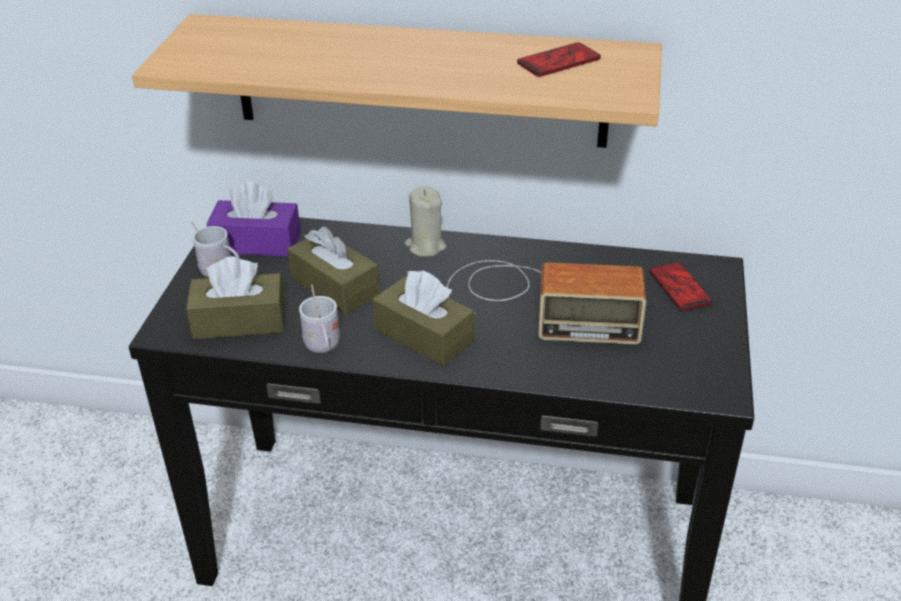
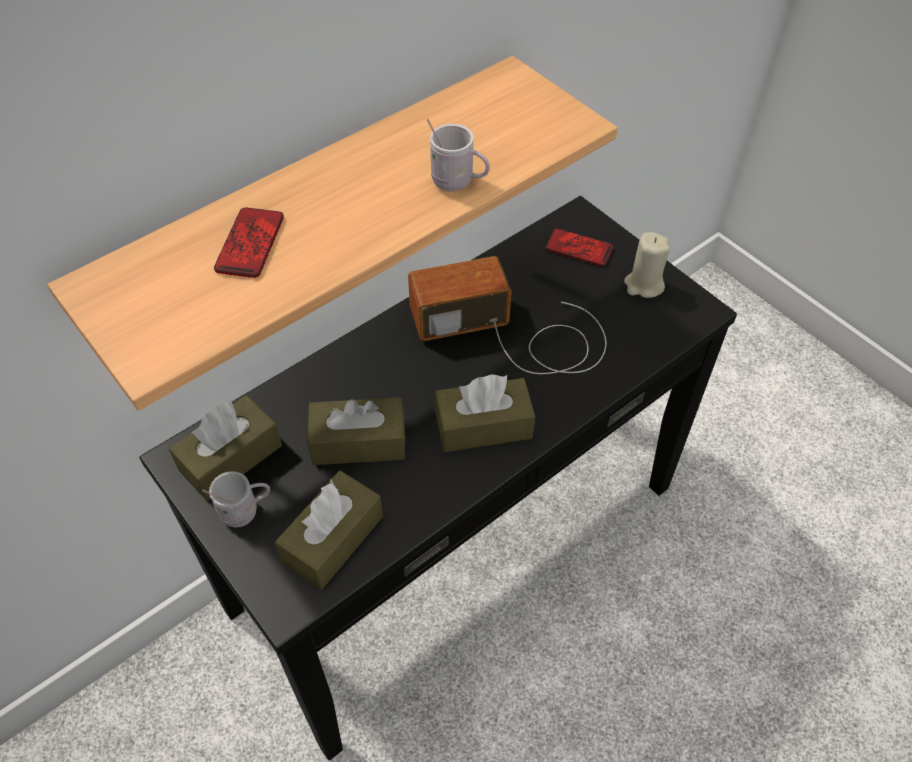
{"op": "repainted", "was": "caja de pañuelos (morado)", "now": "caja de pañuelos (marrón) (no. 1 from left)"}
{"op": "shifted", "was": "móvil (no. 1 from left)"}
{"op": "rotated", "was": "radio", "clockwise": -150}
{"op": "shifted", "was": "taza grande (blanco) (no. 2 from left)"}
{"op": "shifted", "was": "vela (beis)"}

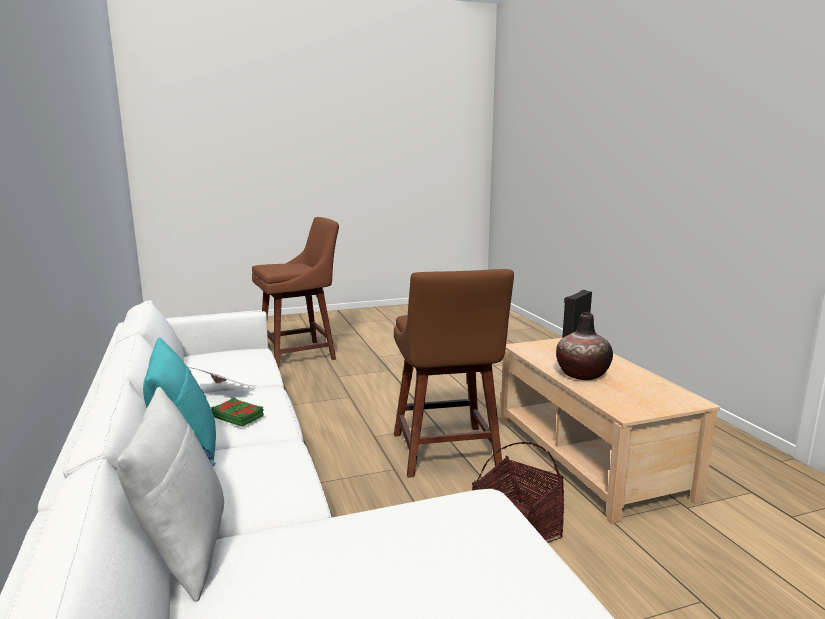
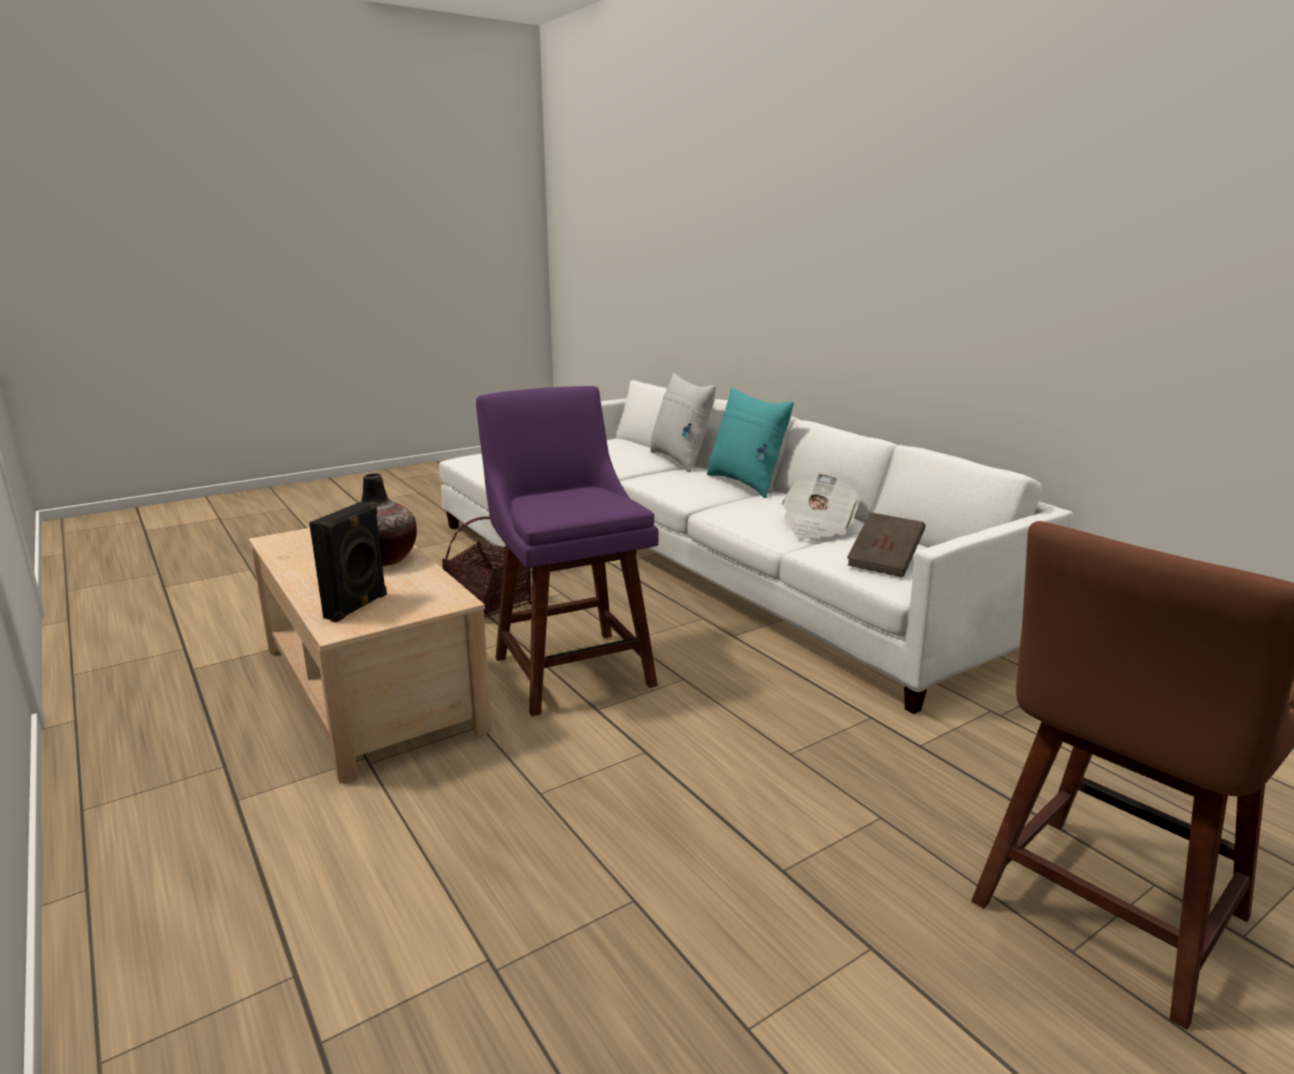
{"op": "repainted", "was": "taburete (marrón) (no. 2 from left)", "now": "taburete (morado)"}
{"op": "new", "now": "libro (marrón)"}
{"op": "gone", "was": "libro (verde)"}

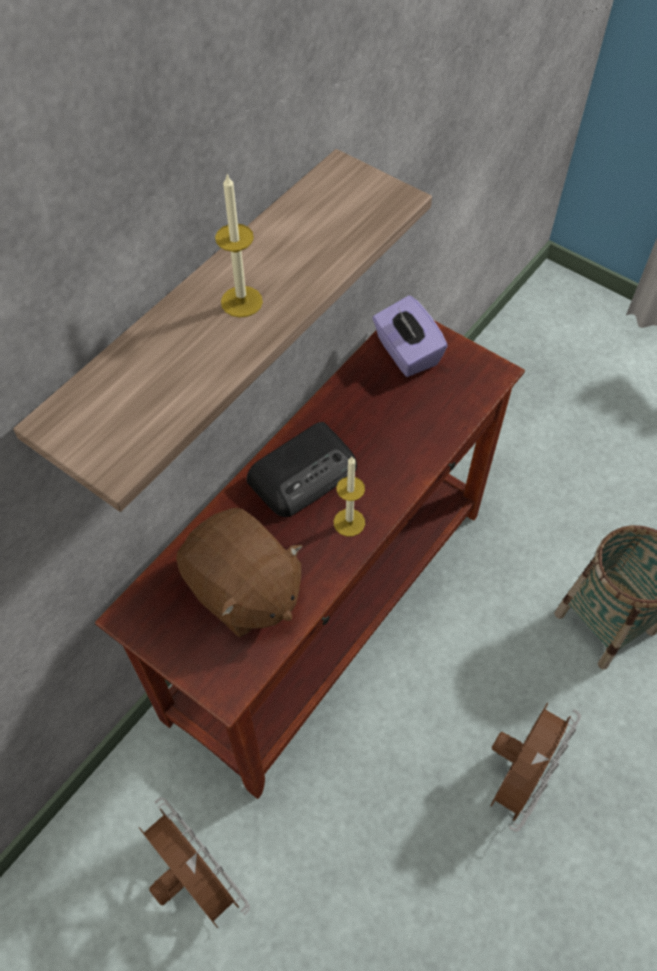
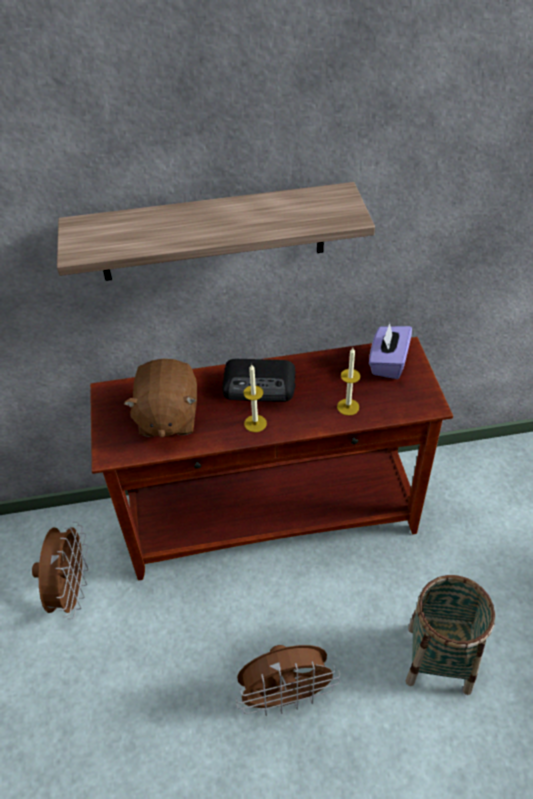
{"op": "shifted", "was": "vela (no. 1 from left in the first image)", "now": "vela (no. 2 from left)"}

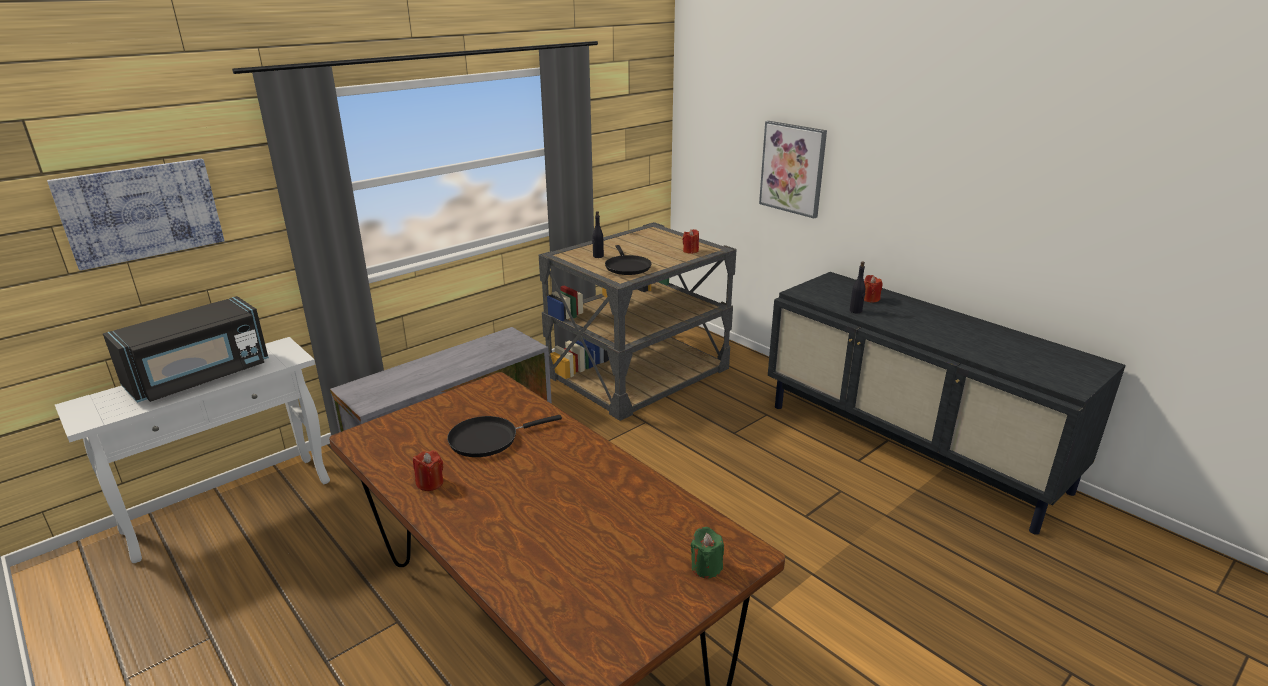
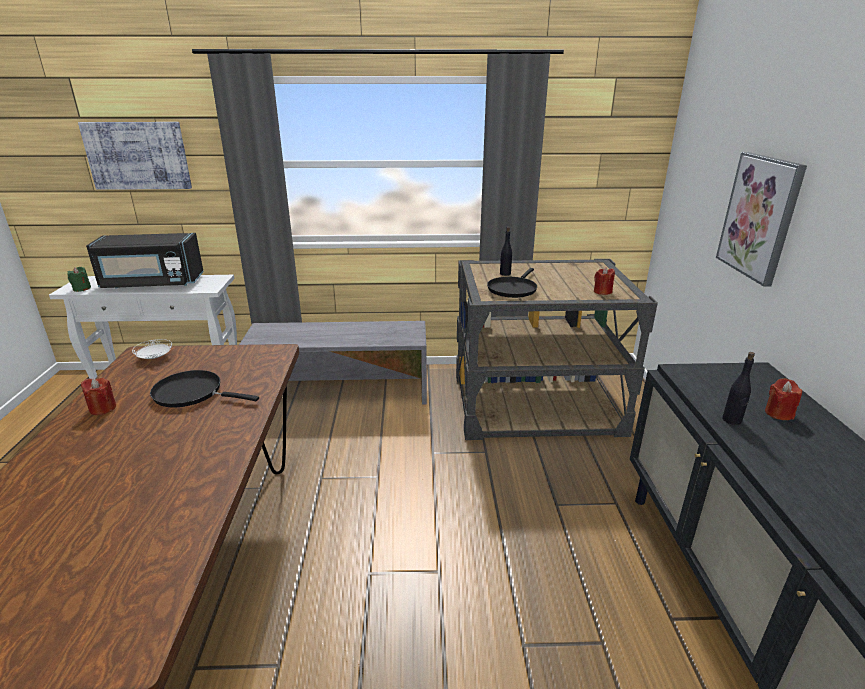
{"op": "shifted", "was": "vela (verde)"}
{"op": "new", "now": "plato (blanco)"}

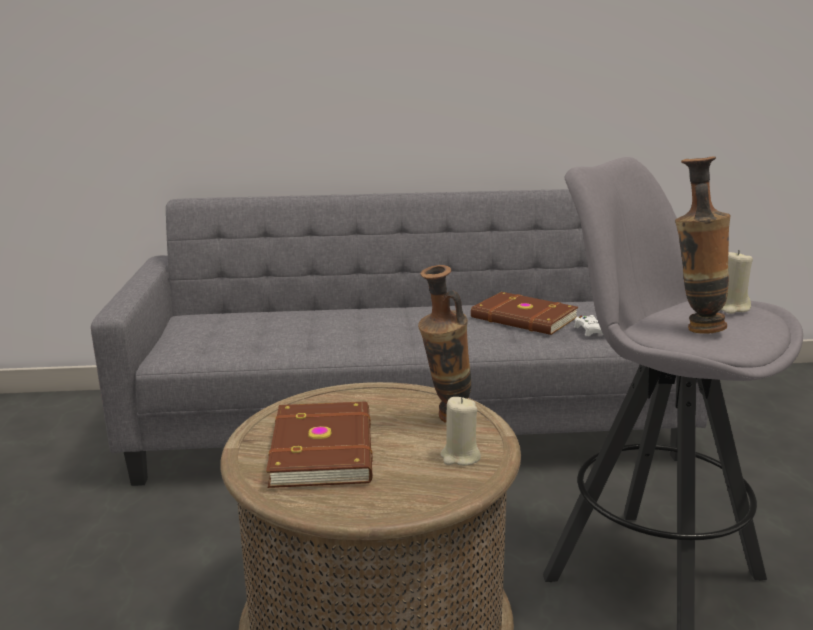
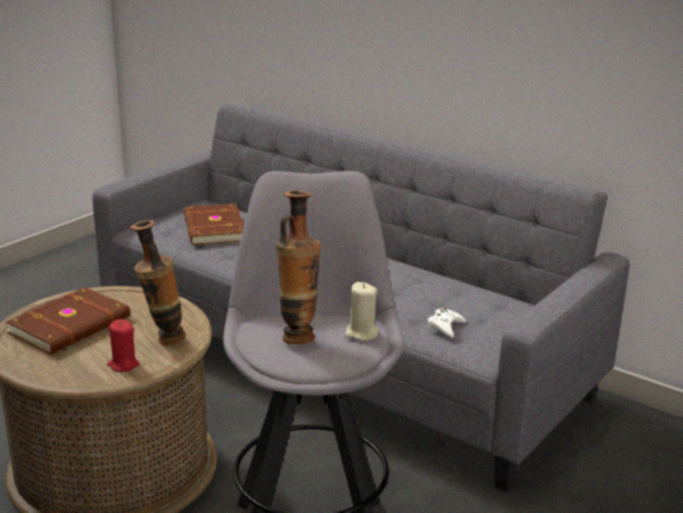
{"op": "repainted", "was": "vela (beis) (no. 1 from left)", "now": "vela (rojo)"}
{"op": "shifted", "was": "libro (marrón) (no. 2 from left)"}

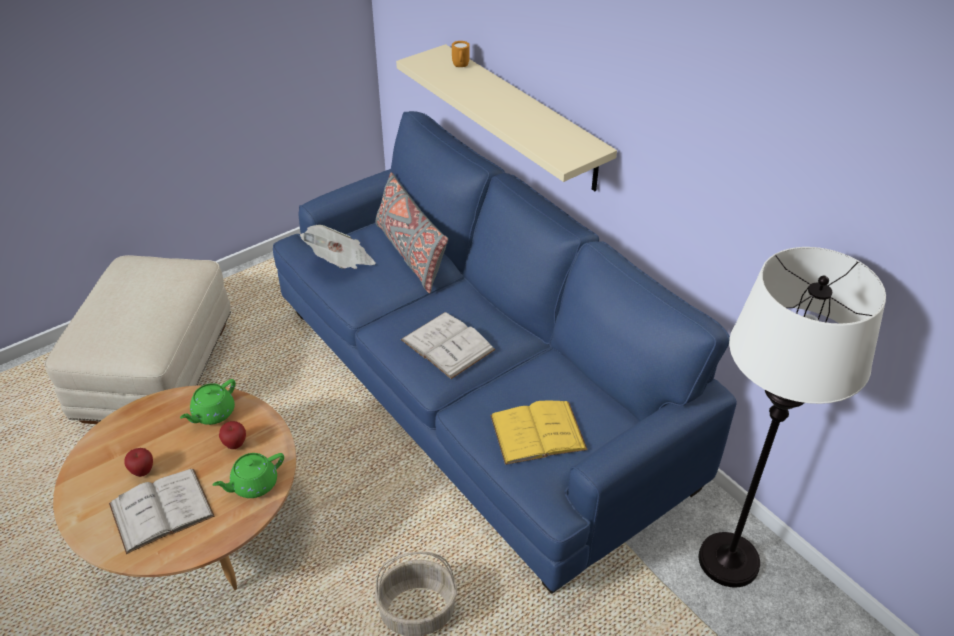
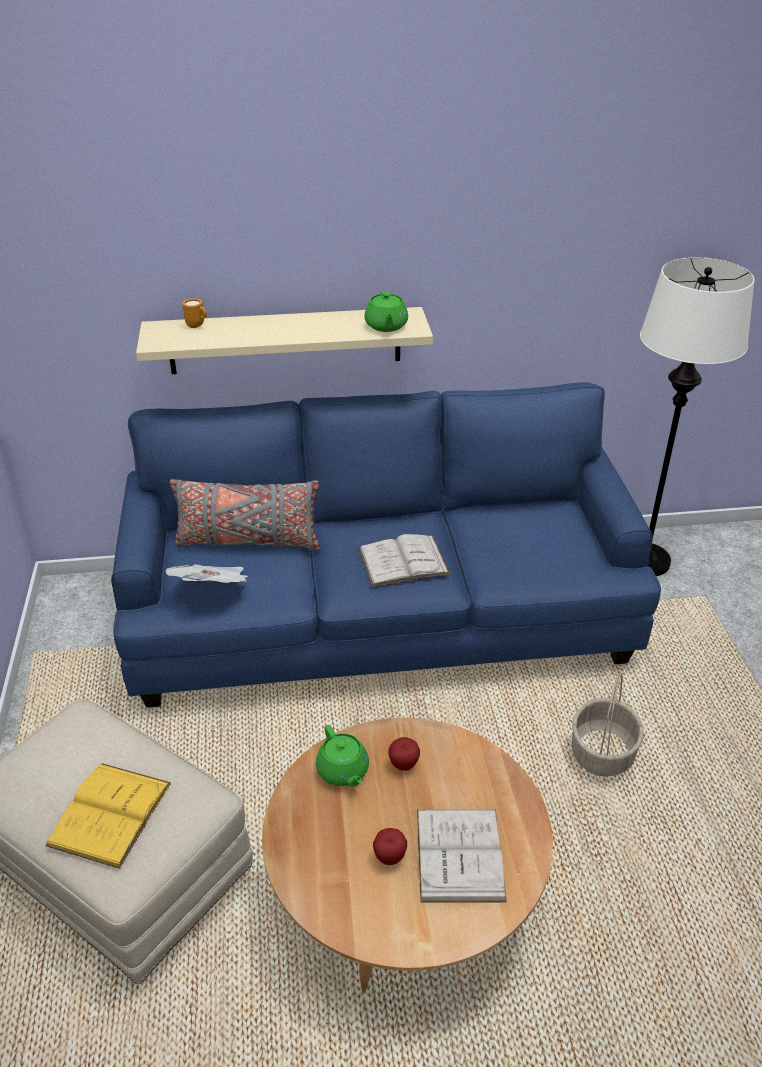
{"op": "shifted", "was": "libro (amarillo)"}
{"op": "shifted", "was": "tetera (verde) (no. 2 from left)"}

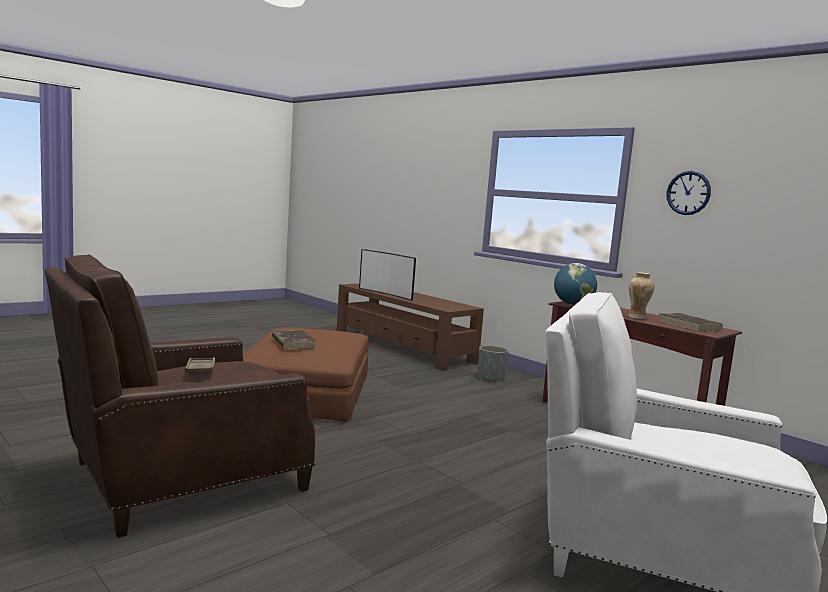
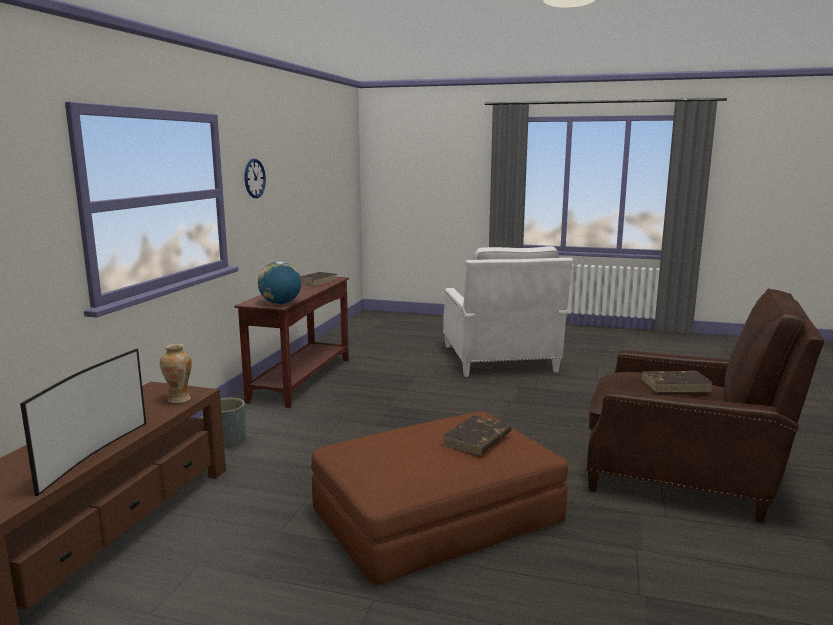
{"op": "shifted", "was": "florero"}
{"op": "swapped", "was": "bandeja (marrón)", "now": "libro (marrón) (no. 3 from left)"}

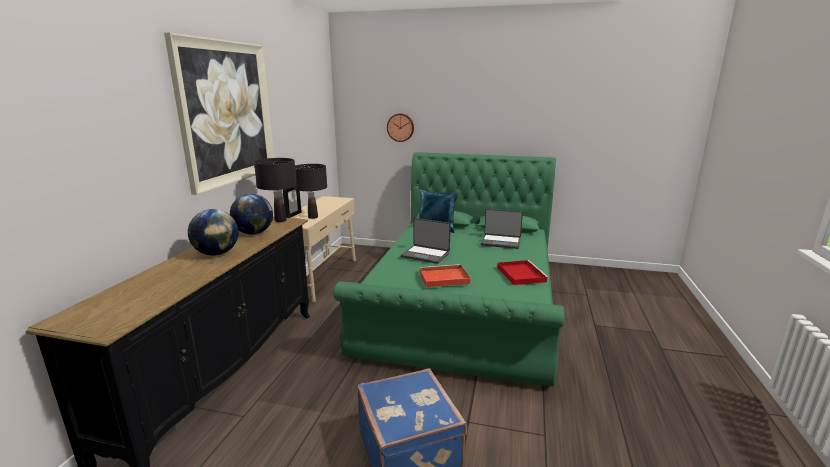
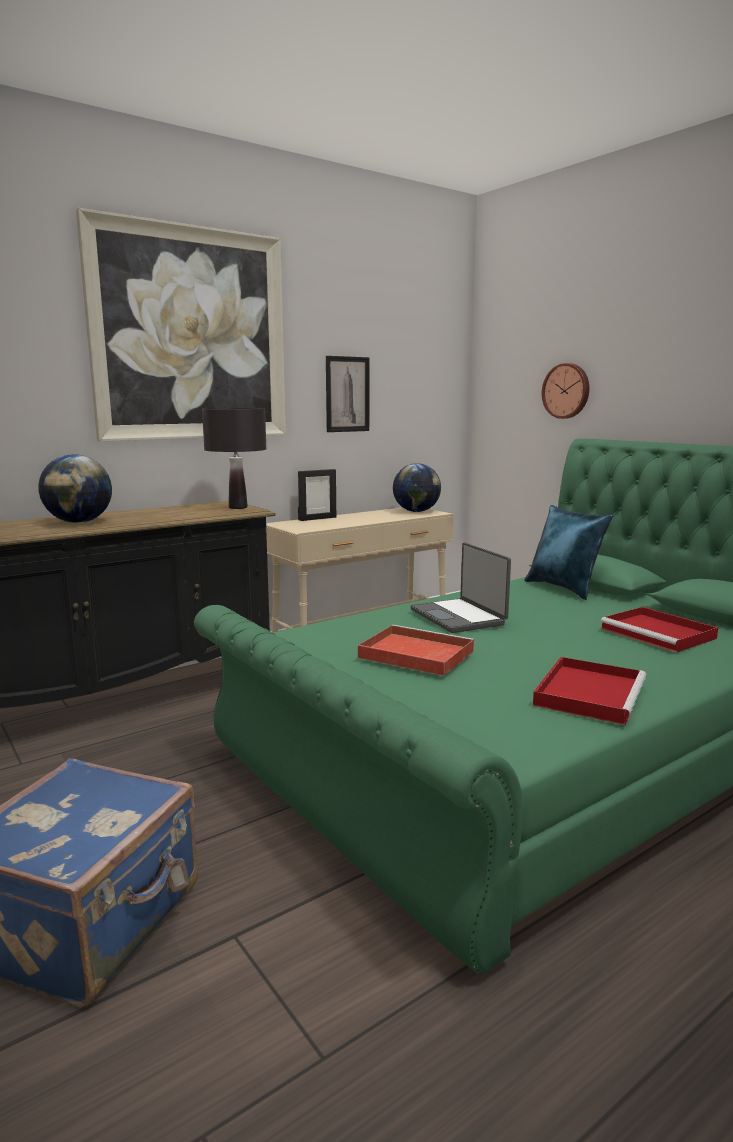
{"op": "new", "now": "cuadro (no. 2 from left)"}
{"op": "shifted", "was": "globo terráqueo (no. 2 from left)"}
{"op": "swapped", "was": "portátil (no. 2 from left)", "now": "bandeja (rojo) (no. 3 from left)"}
{"op": "gone", "was": "lámpara de mesa (negro) (no. 2 from left)"}

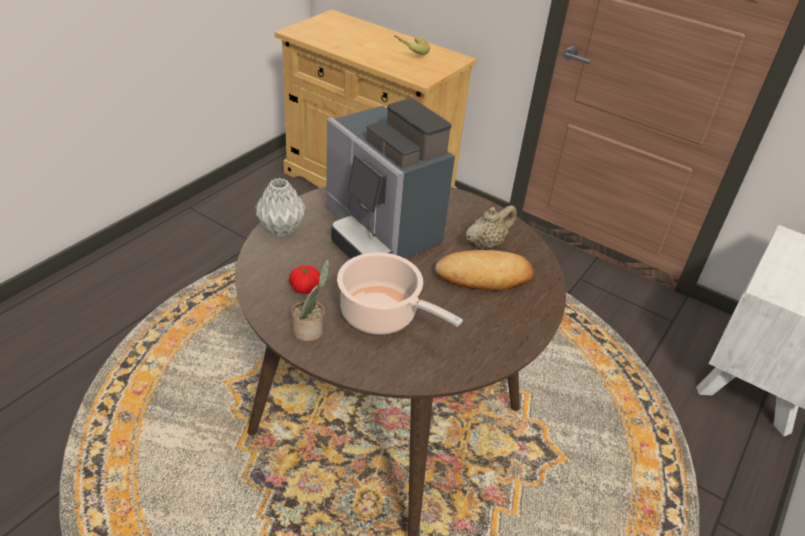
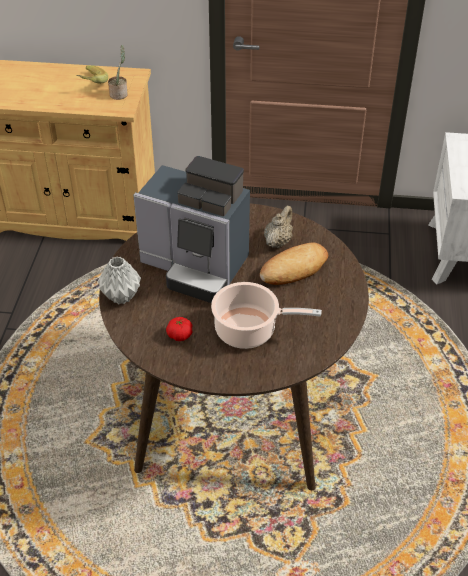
{"op": "shifted", "was": "planta en maceta"}

